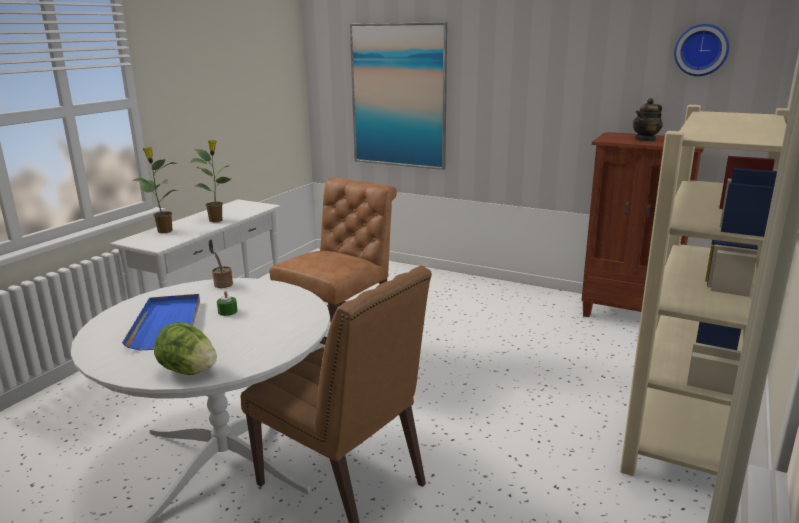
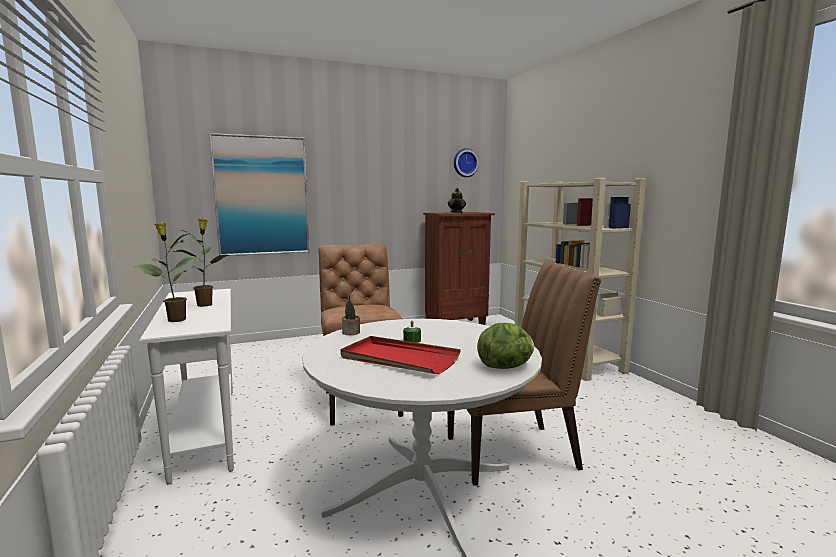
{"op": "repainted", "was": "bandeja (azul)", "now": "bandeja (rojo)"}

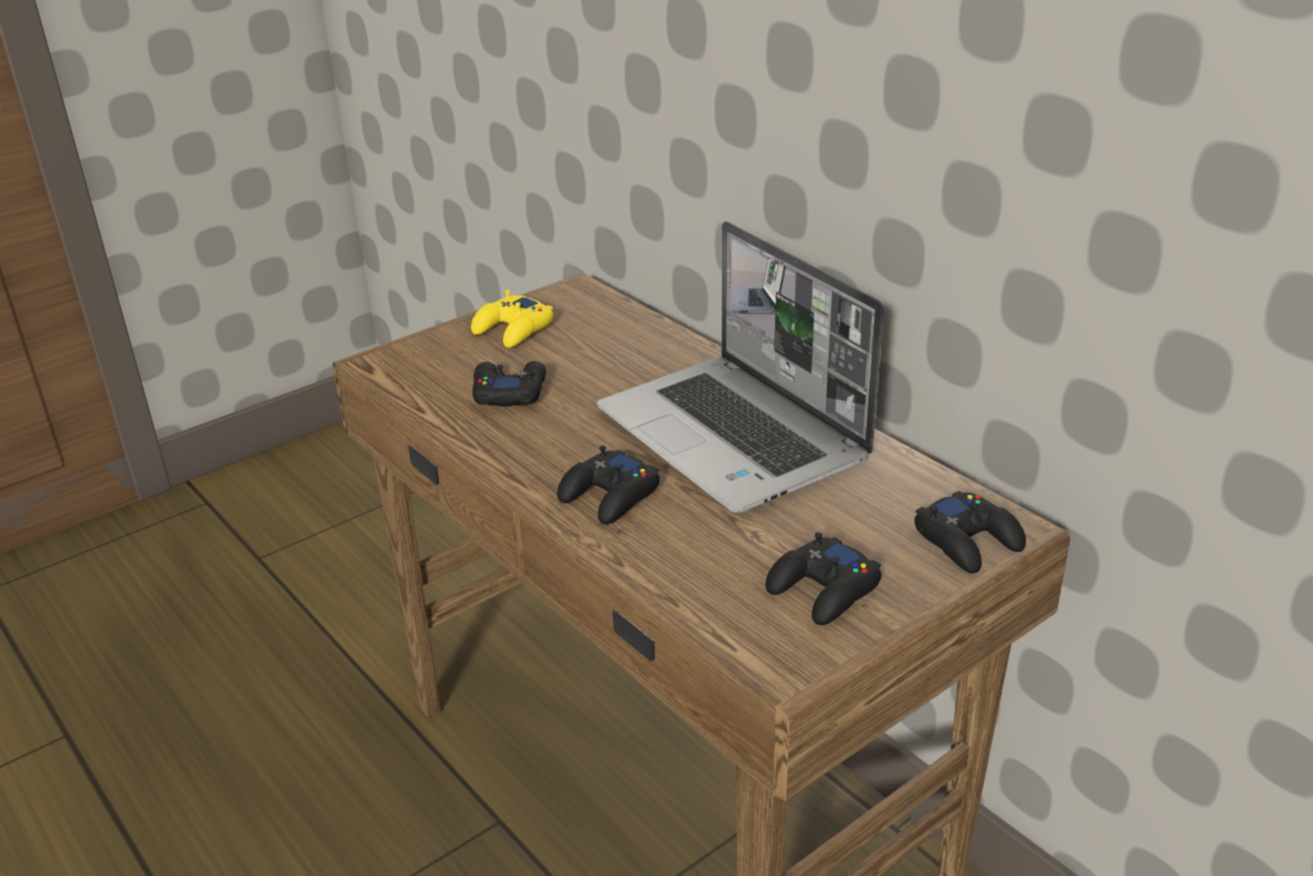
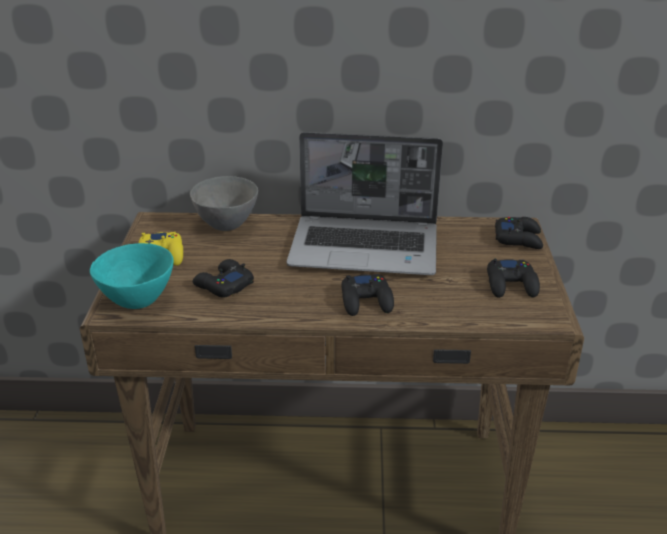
{"op": "new", "now": "cuenco (turquesa)"}
{"op": "new", "now": "cuenco (gris)"}

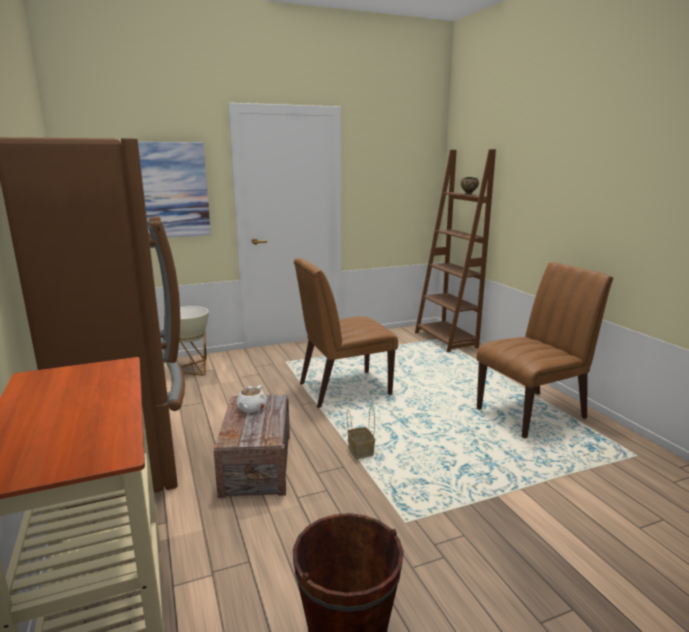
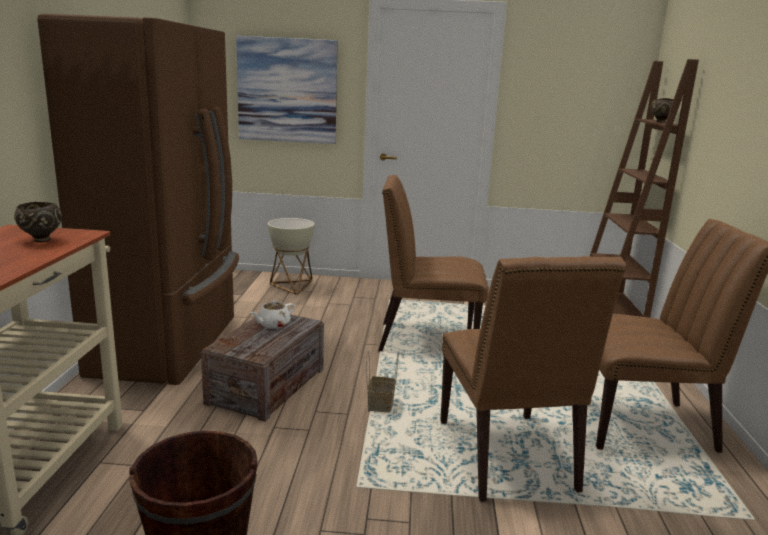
{"op": "new", "now": "cuenco (marrón) (no. 1 from left)"}
{"op": "new", "now": "silla (marrón) (no. 2 from left)"}

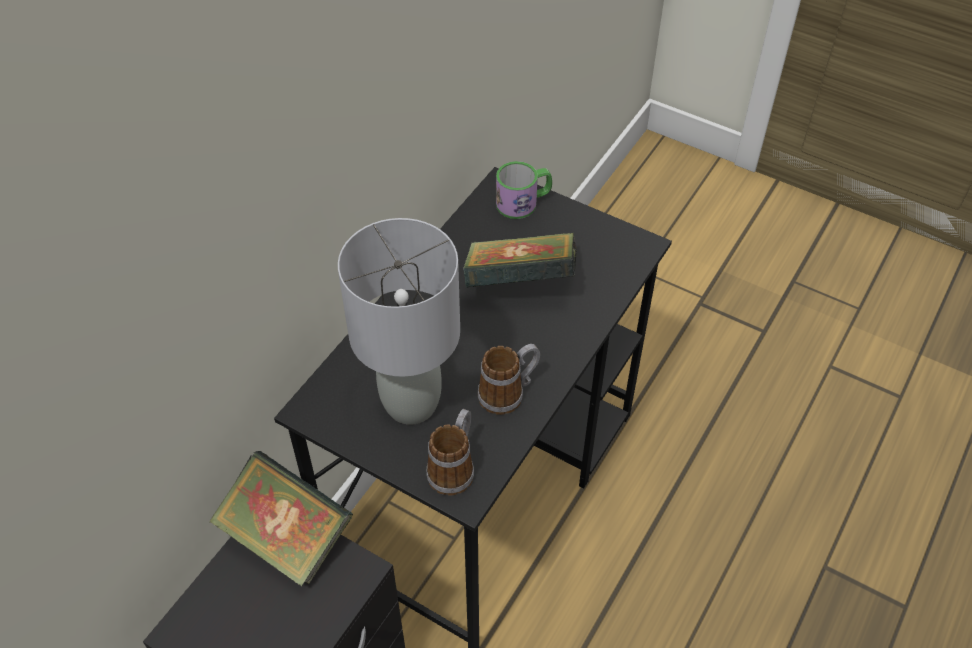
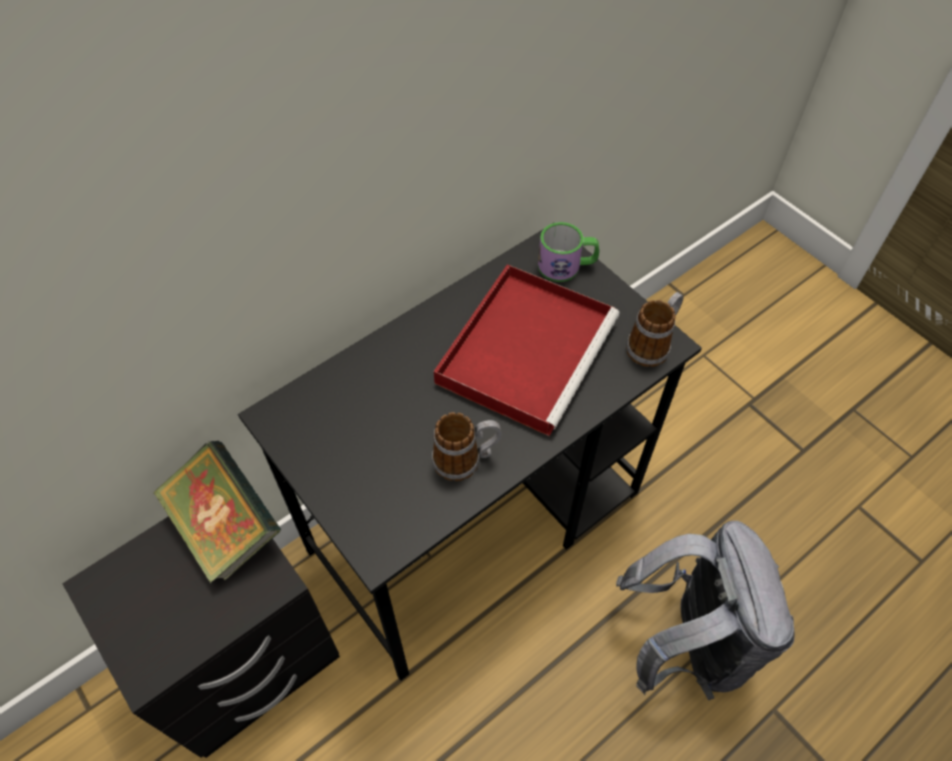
{"op": "swapped", "was": "libro (no. 2 from left)", "now": "bandeja (rojo)"}
{"op": "new", "now": "mochila (gris)"}
{"op": "shifted", "was": "taza grande (no. 1 from left in the first image)", "now": "taza grande (no. 3 from left)"}
{"op": "gone", "was": "lámpara de mesa (gris)"}

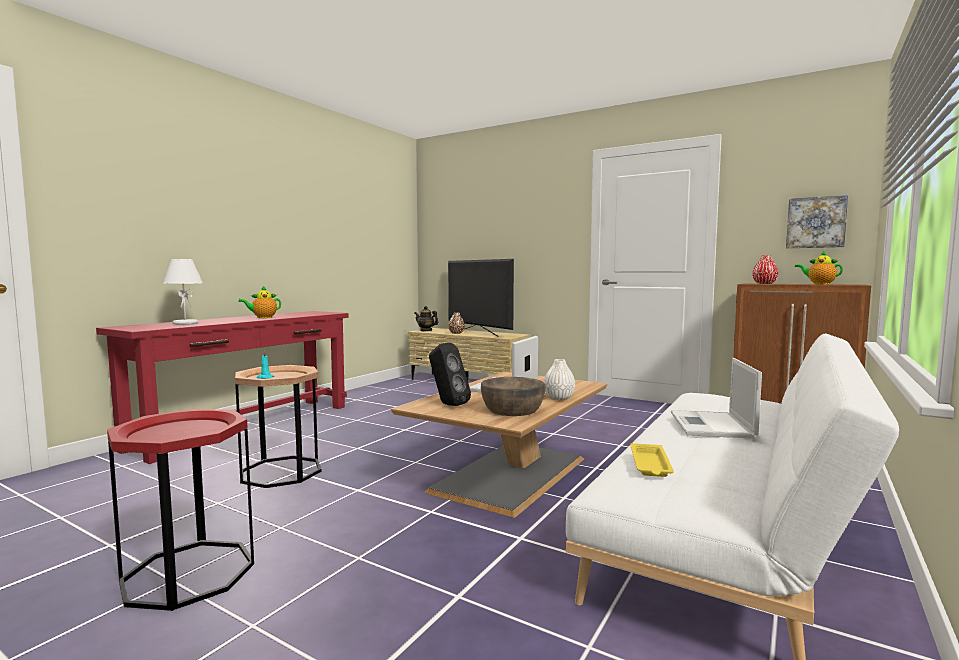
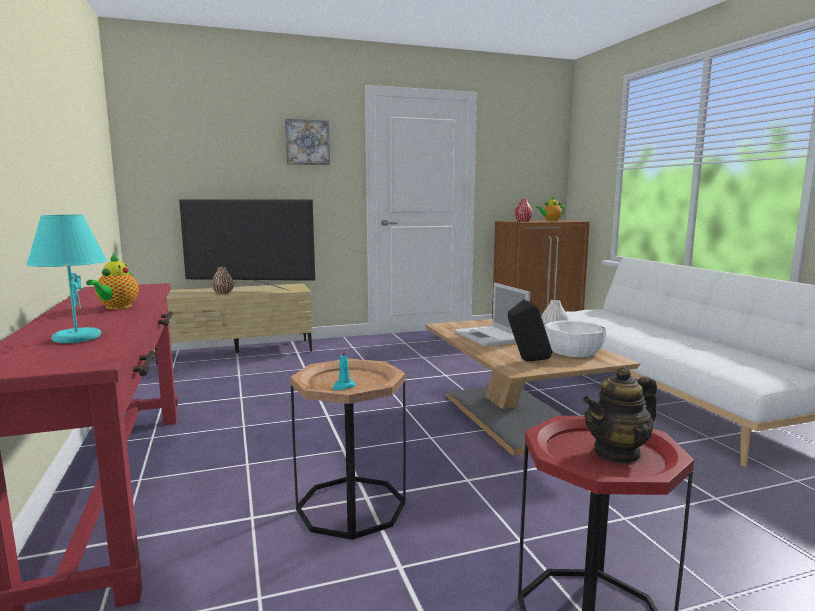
{"op": "repainted", "was": "lámpara de mesa (blanco)", "now": "lámpara de mesa (turquesa)"}
{"op": "shifted", "was": "cuadro"}
{"op": "repainted", "was": "cuenco (marrón)", "now": "cuenco (blanco)"}
{"op": "shifted", "was": "tetera (no. 2 from left in the first image)", "now": "tetera (no. 3 from left)"}
{"op": "gone", "was": "bandeja (amarillo)"}
{"op": "gone", "was": "portátil (no. 2 from left)"}

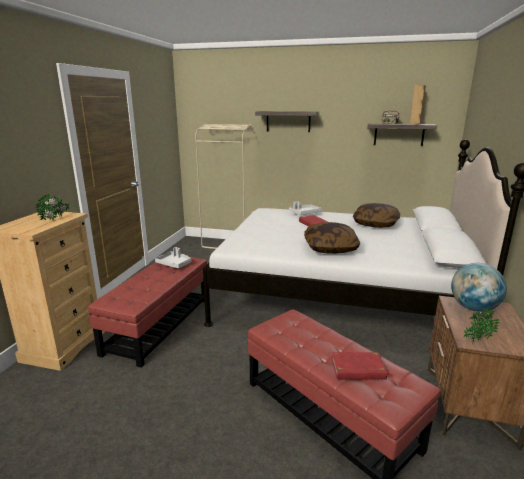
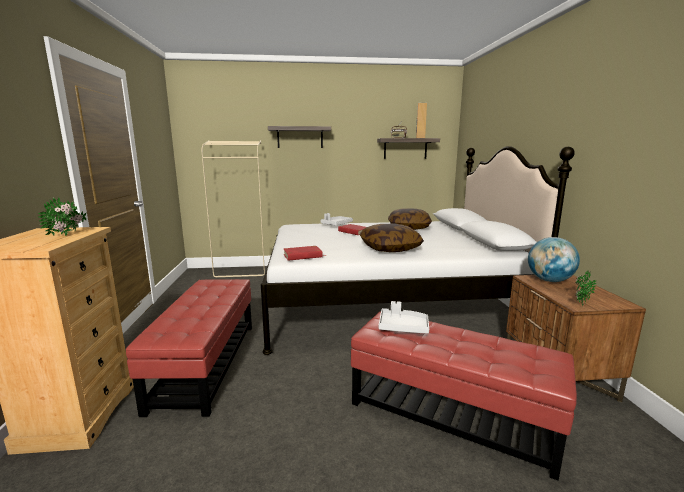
{"op": "shifted", "was": "libro (rojo) (no. 2 from left in the first image)", "now": "libro (rojo) (no. 1 from left)"}
{"op": "shifted", "was": "bandeja (gris) (no. 1 from left in the first image)", "now": "bandeja (gris) (no. 2 from left)"}

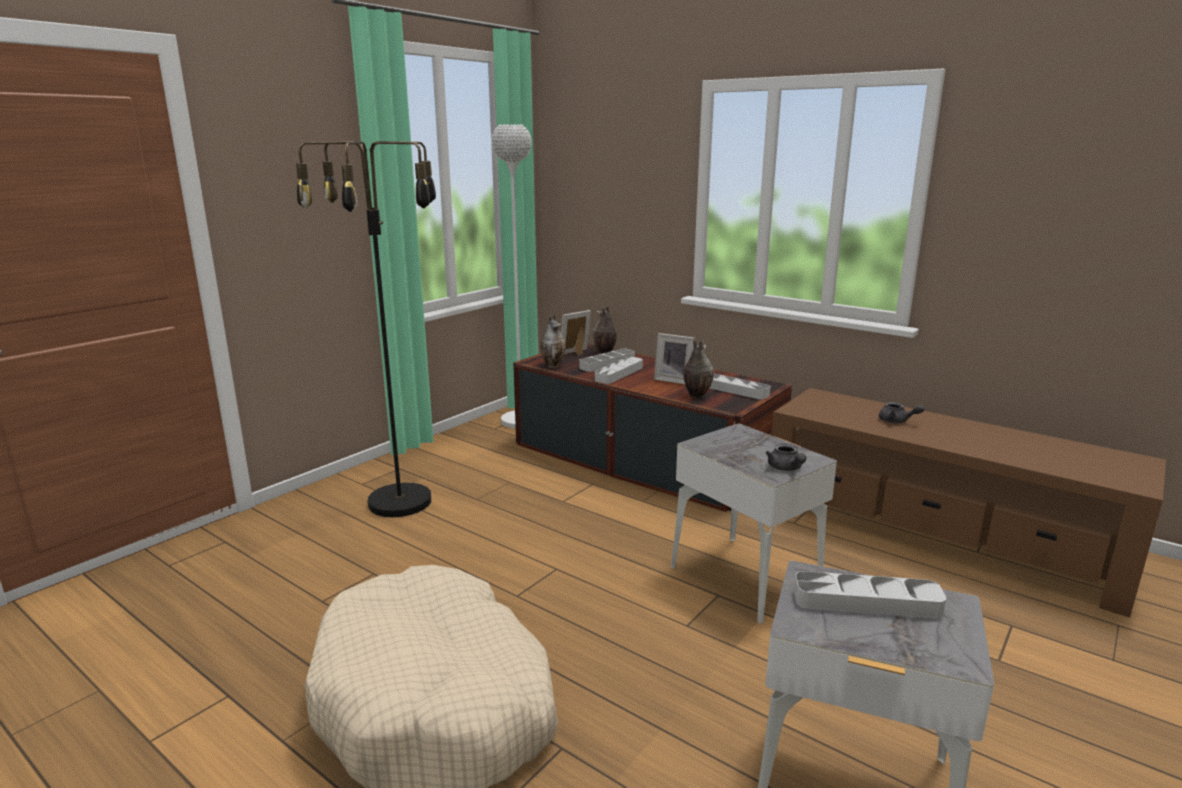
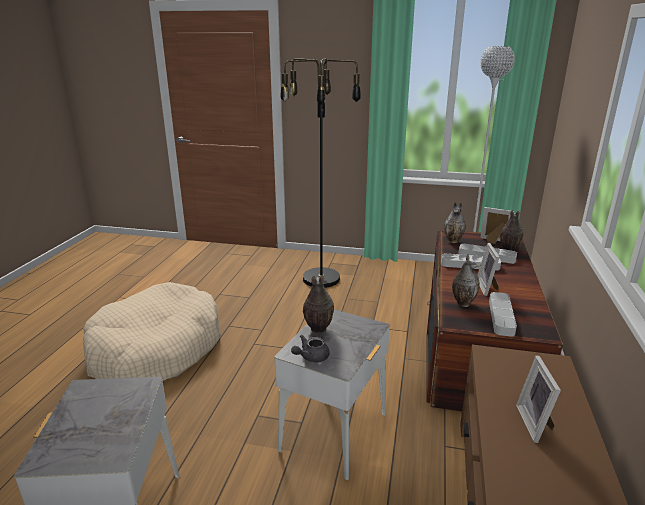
{"op": "new", "now": "florero (no. 1 from left)"}
{"op": "swapped", "was": "tetera (gris) (no. 2 from left)", "now": "portarretratos (no. 3 from left)"}
{"op": "gone", "was": "bandeja (gris) (no. 4 from left)"}

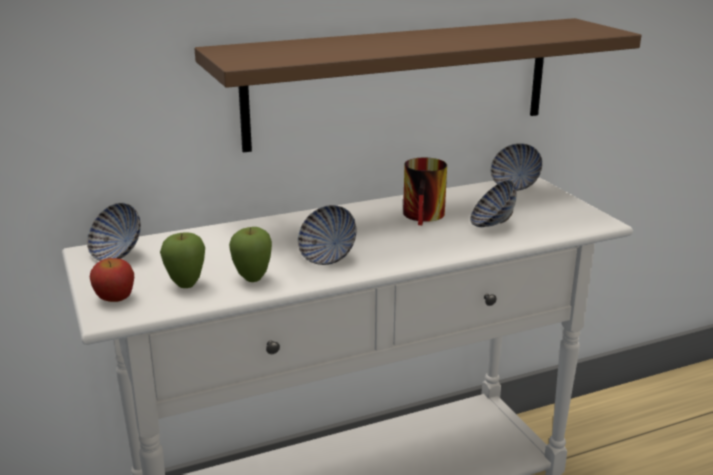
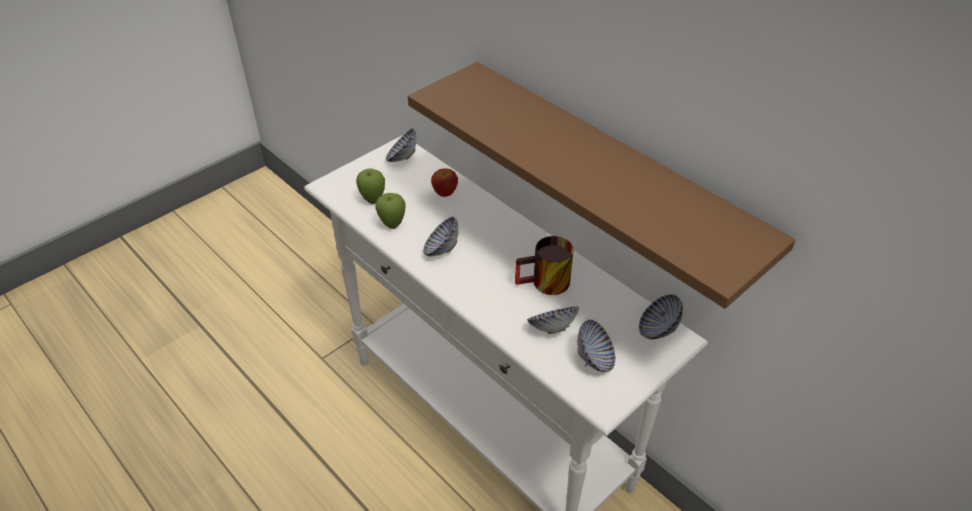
{"op": "shifted", "was": "manzana (no. 1 from left in the first image)", "now": "manzana (no. 3 from left)"}
{"op": "new", "now": "cuenco (no. 4 from left)"}

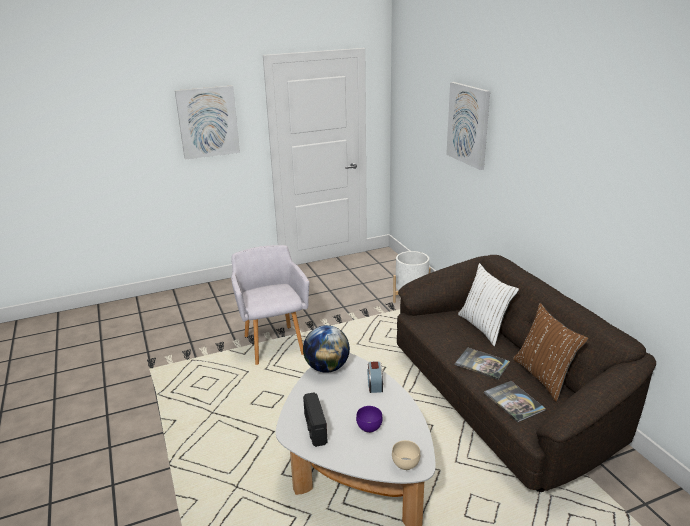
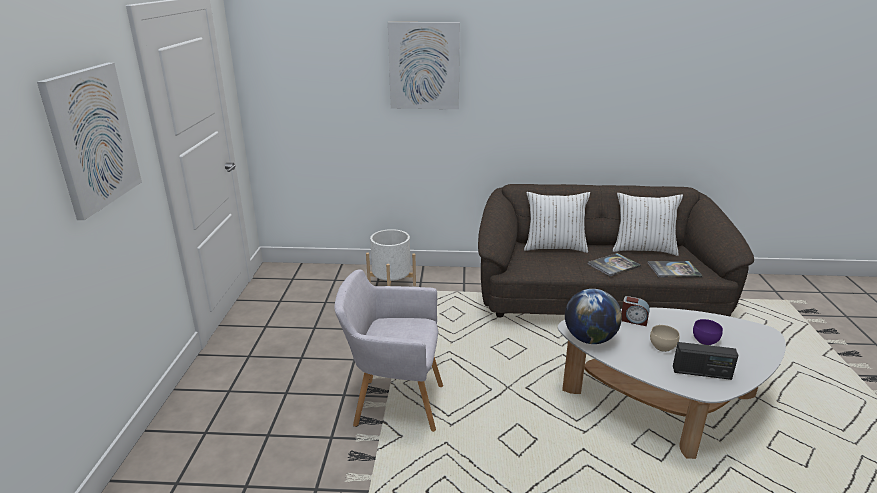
{"op": "repainted", "was": "cojín (marrón)", "now": "cojín (blanco) (no. 2 from left)"}
{"op": "shifted", "was": "cuenco (beis)"}

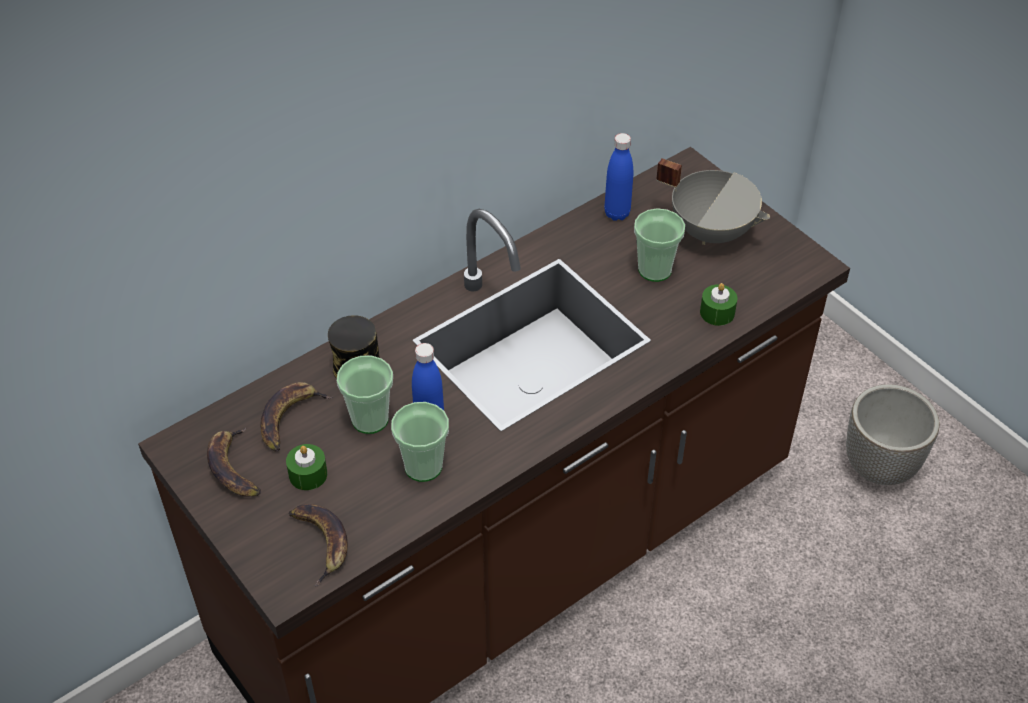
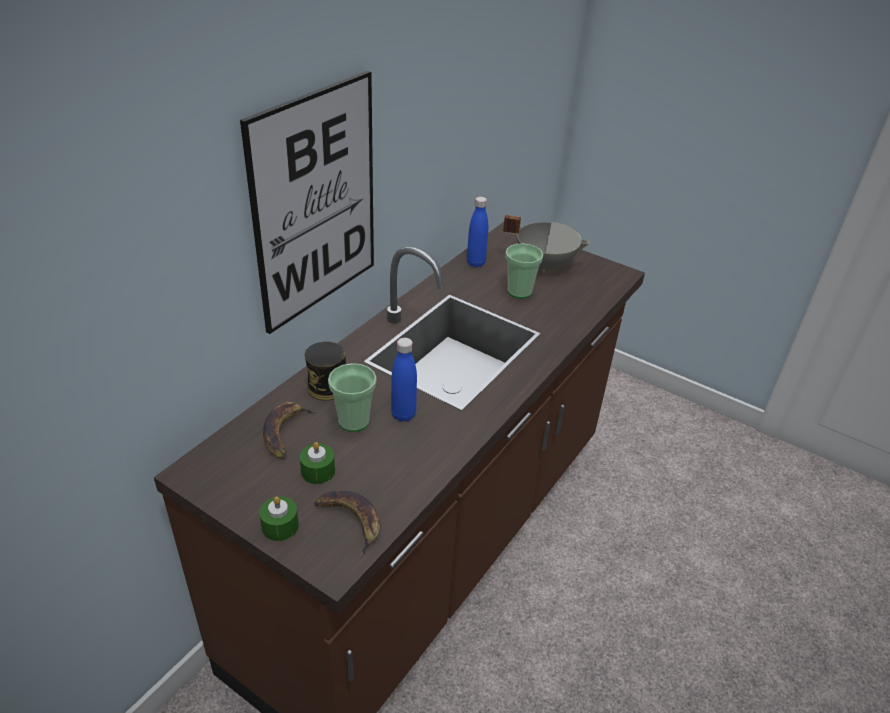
{"op": "new", "now": "cuadro"}
{"op": "shifted", "was": "vela (verde) (no. 2 from left in the first image)", "now": "vela (verde) (no. 1 from left)"}
{"op": "gone", "was": "plátano (no. 1 from left)"}
{"op": "gone", "was": "taza (no. 2 from left)"}
{"op": "gone", "was": "maceta"}

